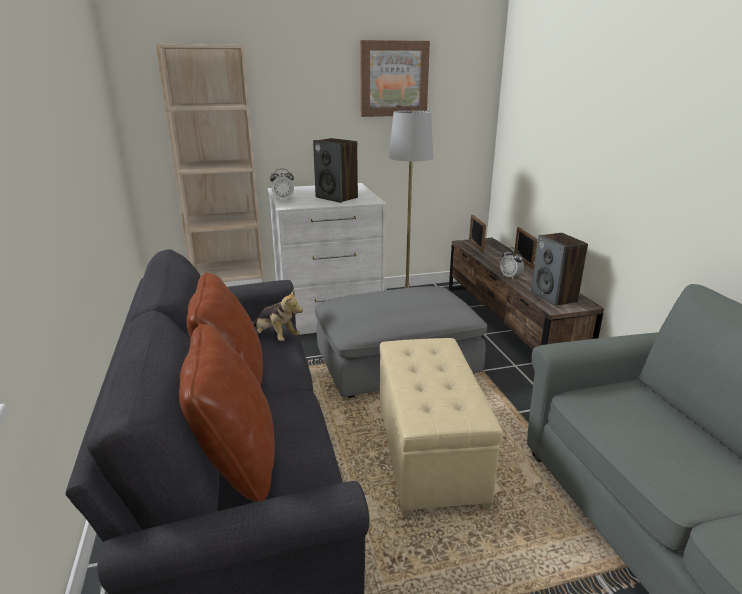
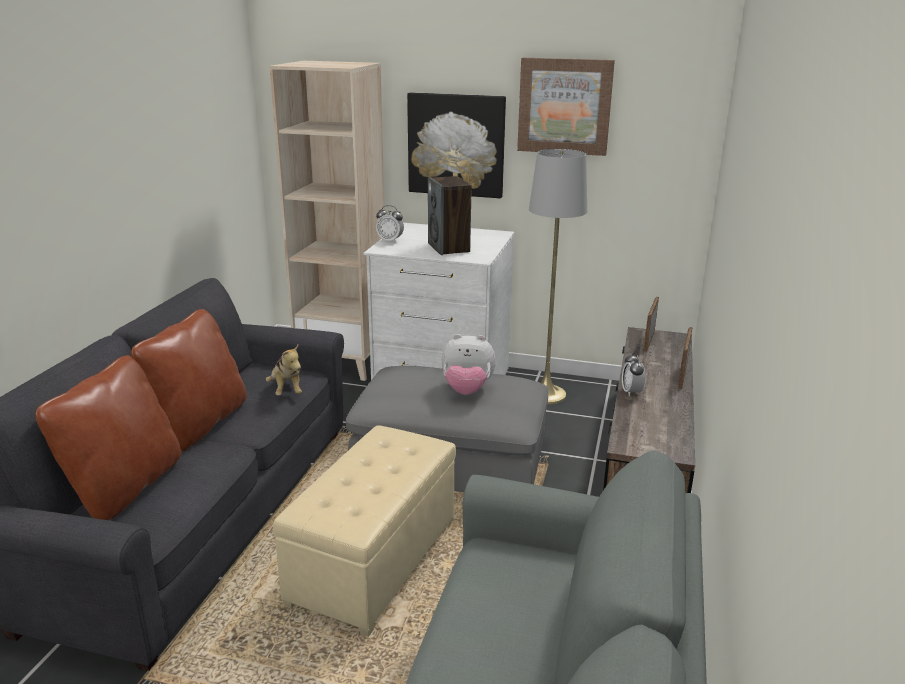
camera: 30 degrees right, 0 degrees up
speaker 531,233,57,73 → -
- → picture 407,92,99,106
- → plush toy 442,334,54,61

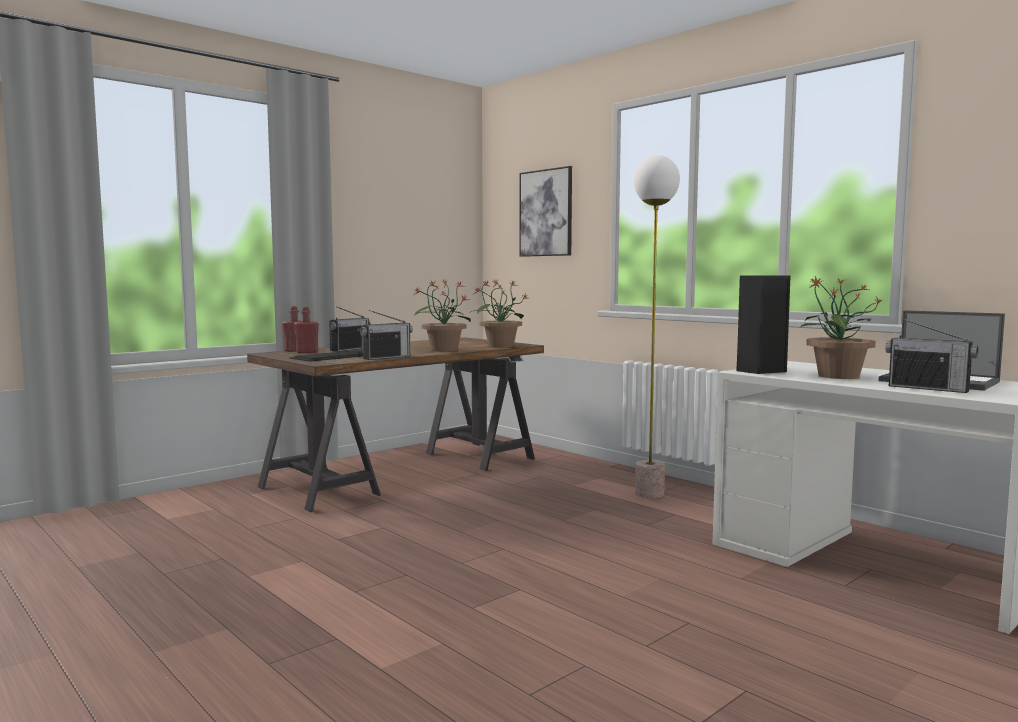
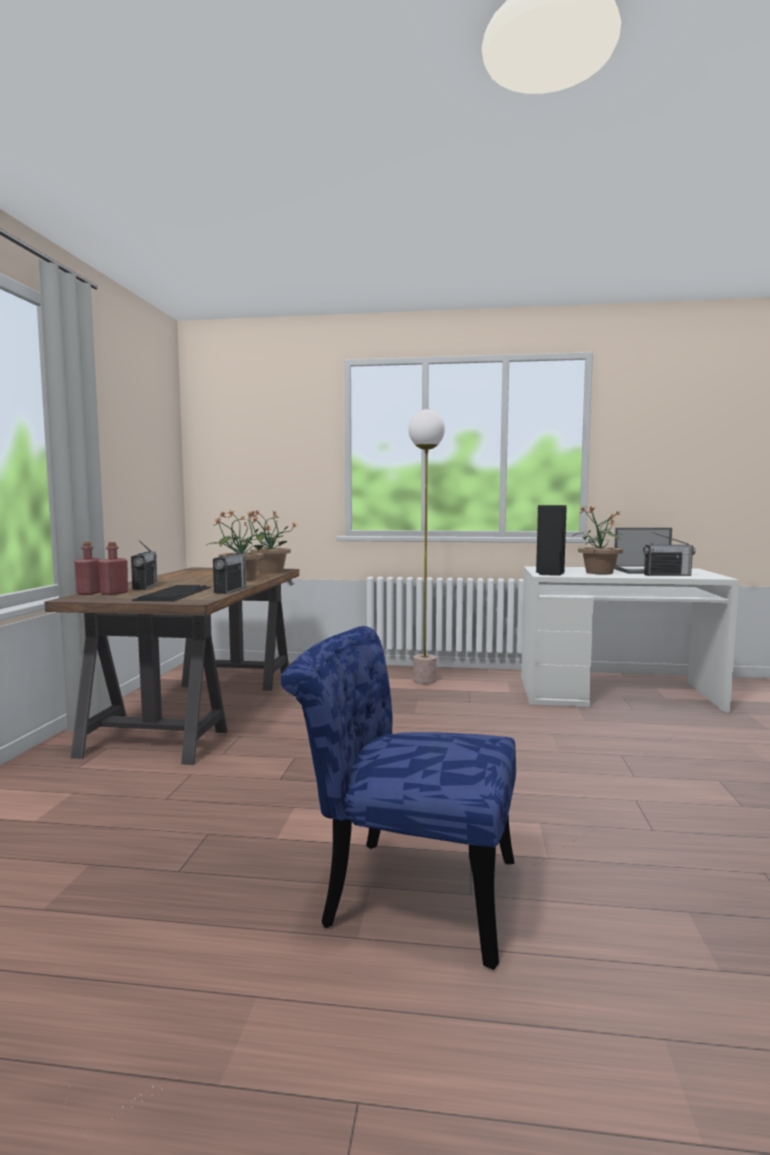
camera: 40 degrees left, 0 degrees up
picture 519,166,53,91 → -
- → blue chair 281,626,235,344

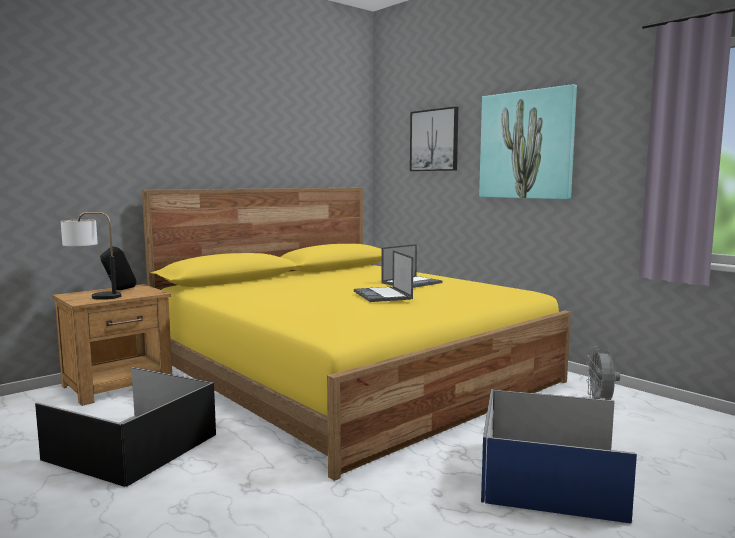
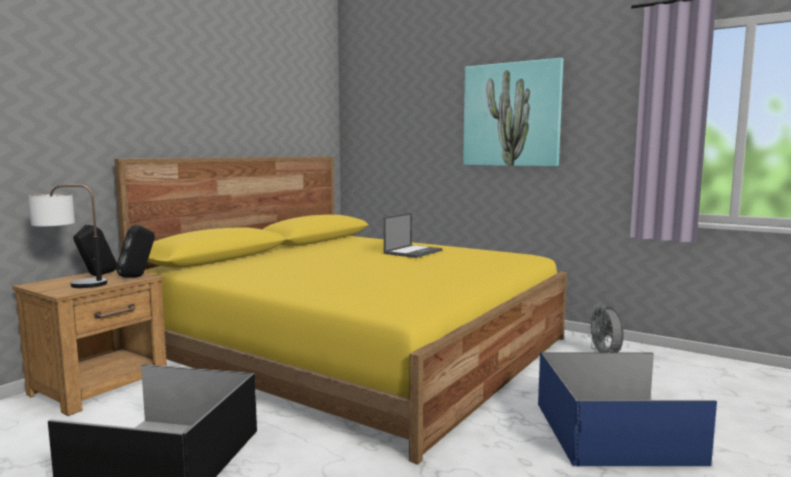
camera: 15 degrees left, 0 degrees up
laptop 354,250,59,52 → -
picture 410,107,48,64 → -
- → black speaker 116,225,39,53

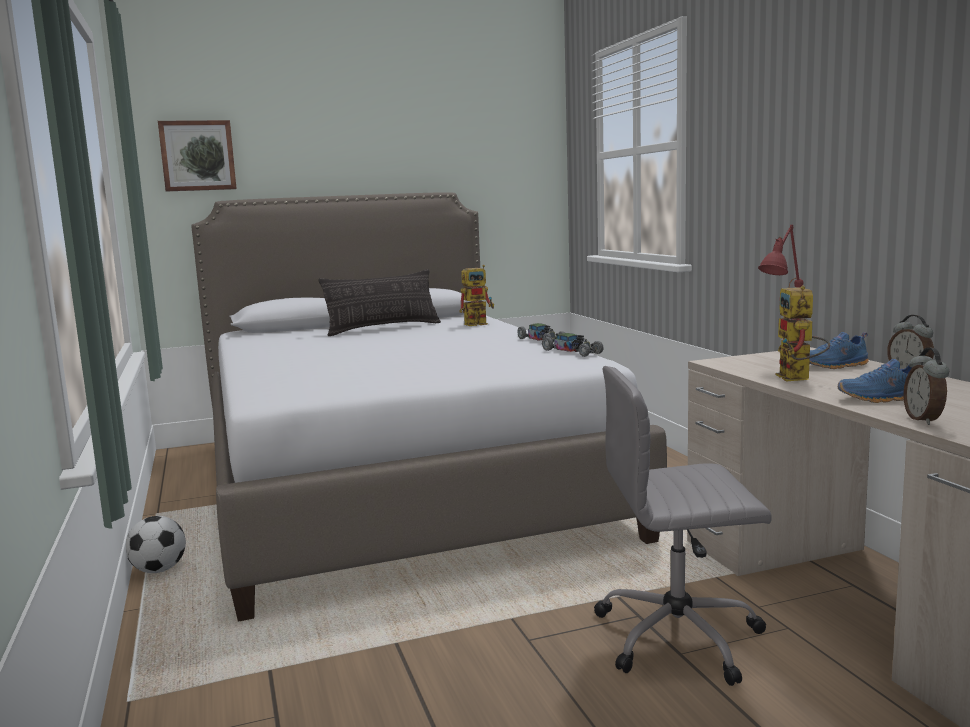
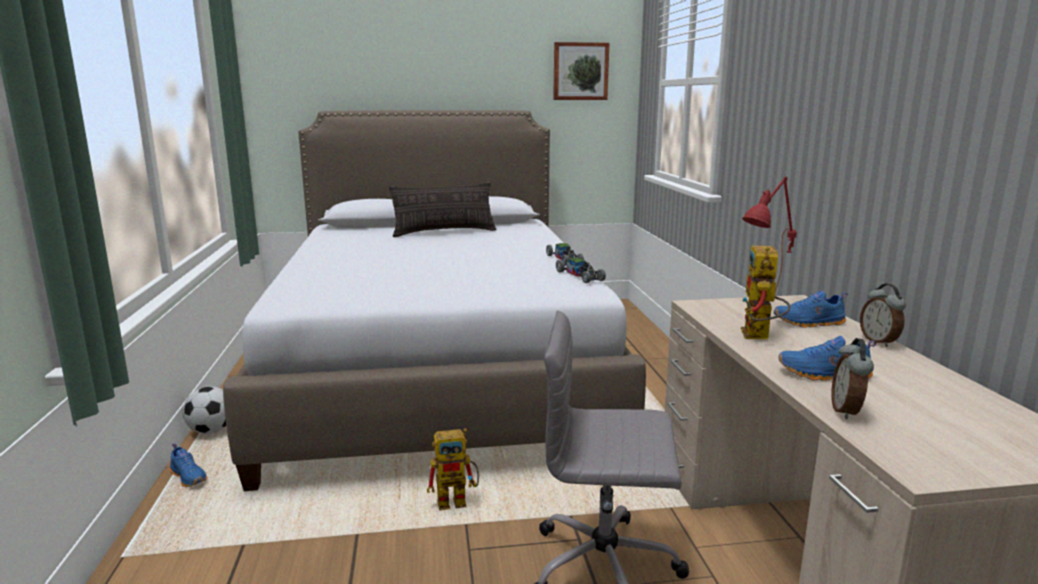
camera: 10 degrees right, 5 degrees up
- → blue shoe 170,443,37,44
picture 158,120,79,72 → picture 553,42,56,58, move
toy robot 459,265,35,61 → toy robot 427,428,52,83, move

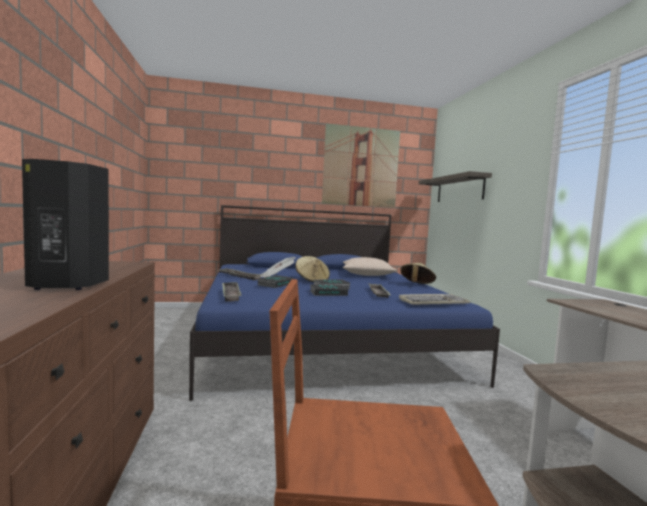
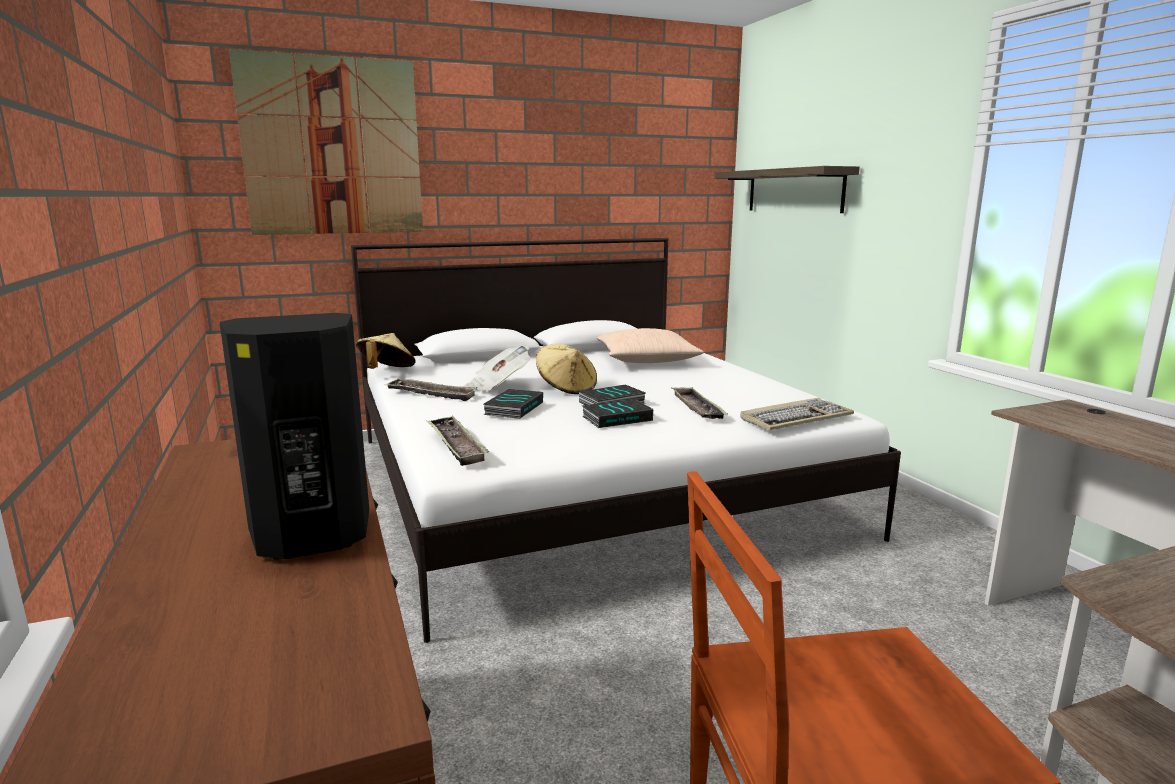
camera: 10 degrees left, 10 degrees up
picture 322,124,78,84 → picture 229,49,194,186, move
beige hat 400,263,36,21 → beige hat 356,333,60,36, move
blue bed 189,205,311,196 → white bed 351,238,550,405

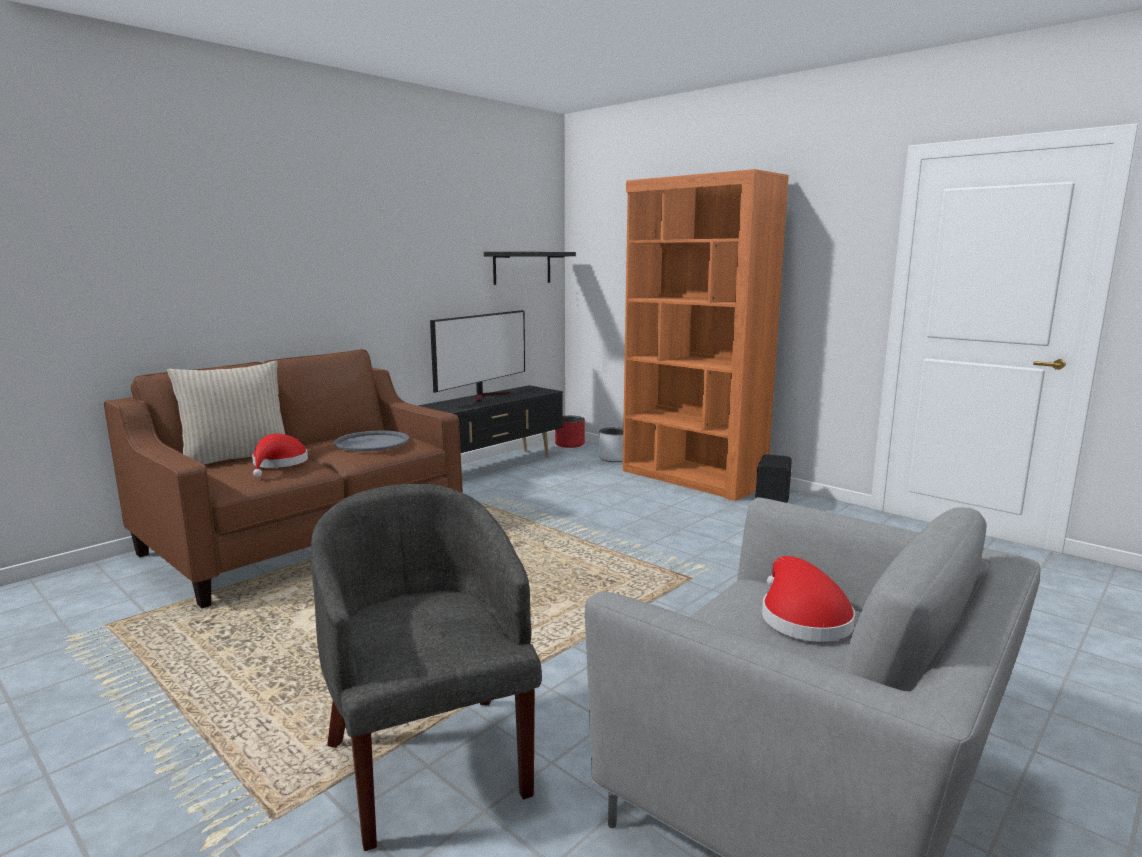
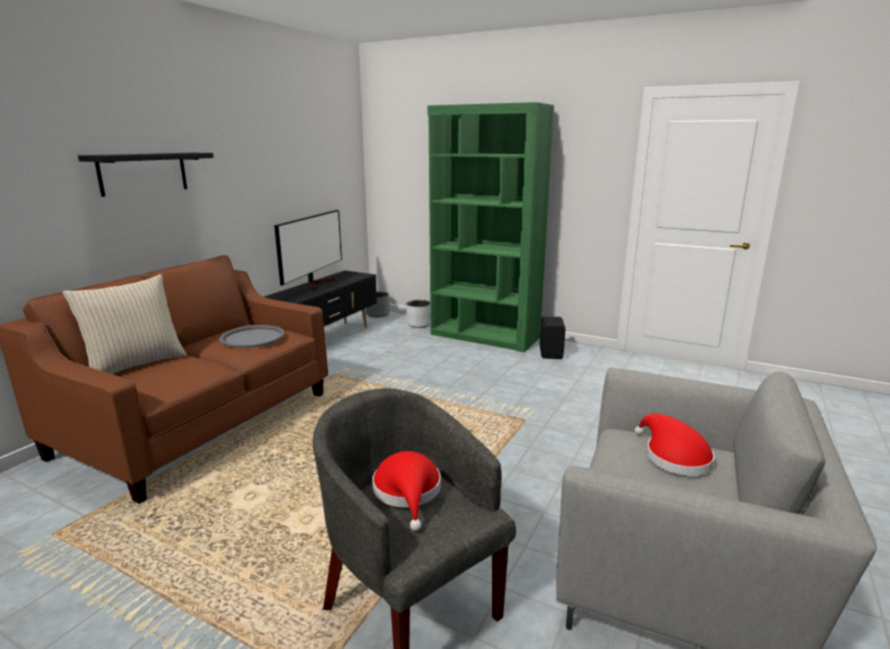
camera: 15 degrees left, 5 degrees up
red hat 252,434,56,43 → red hat 372,451,69,80, move
black shelf 484,252,92,33 → black shelf 78,153,136,44, move
red planter 555,416,30,32 → grey planter 366,291,24,27
orange bookcase 623,169,166,332 → green bookcase 427,102,127,251

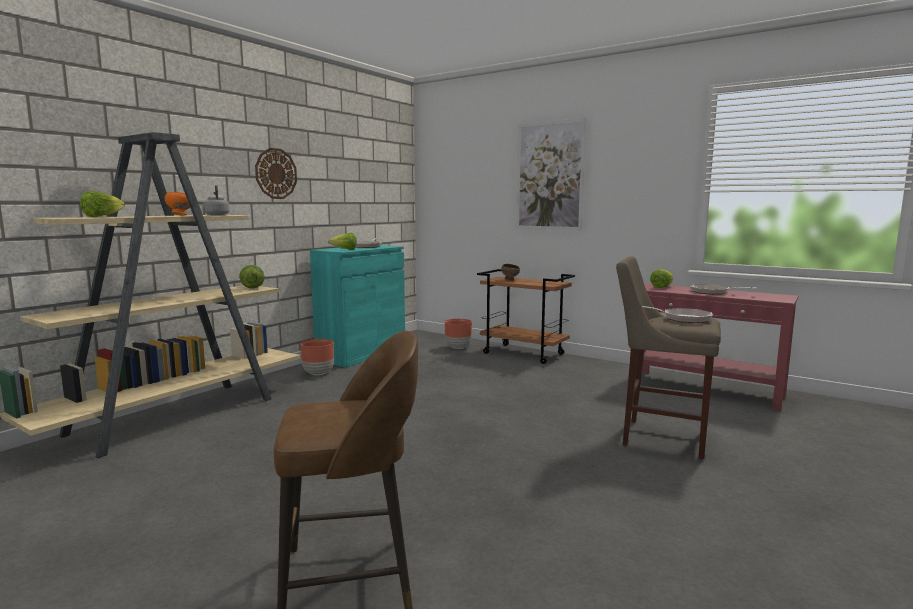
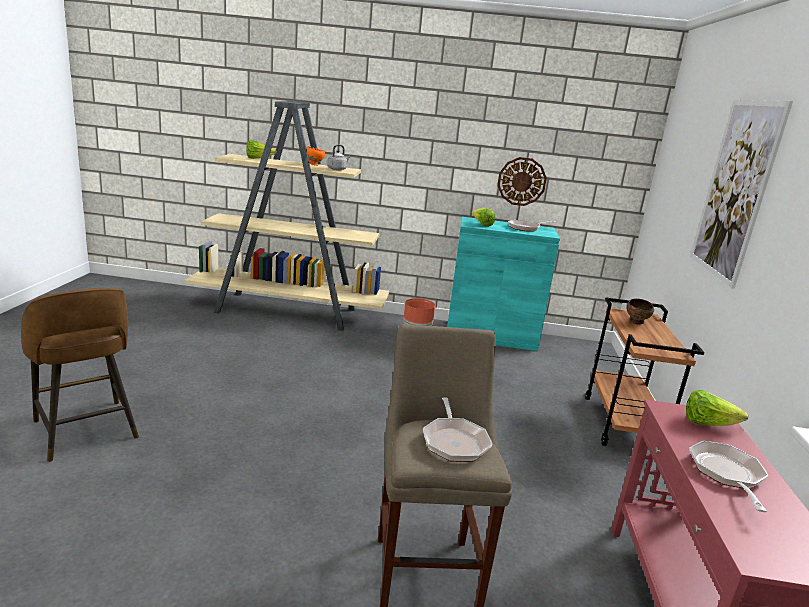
camera: 60 degrees right, 10 degrees up
lettuce 239,265,26,24 → -
brown planter 445,319,27,30 → -
wall clock 255,148,42,51 → wall clock 497,157,50,49, move

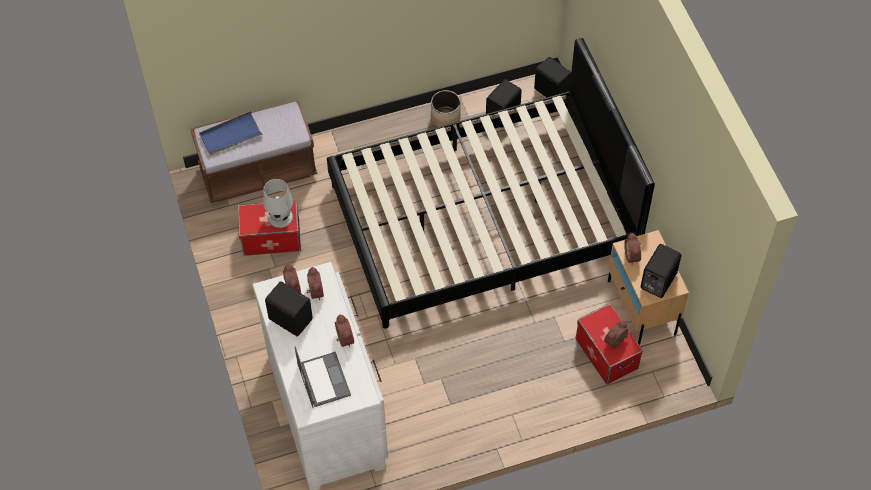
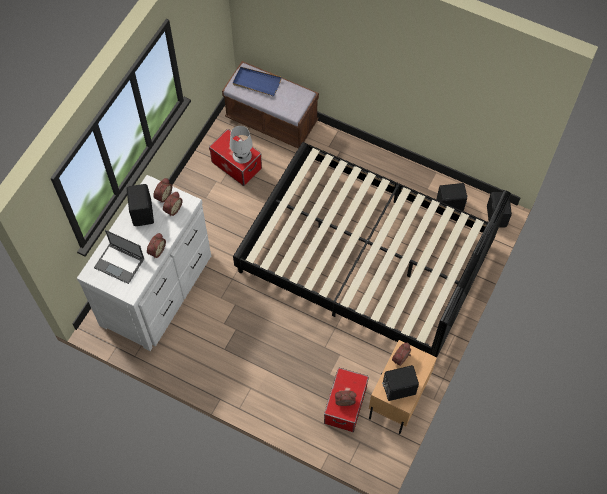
camera: 45 degrees right, 5 degrees up
planter 431,90,30,37 → -
laptop 295,346,56,62 → laptop 94,230,50,54, 90 degrees clockwise

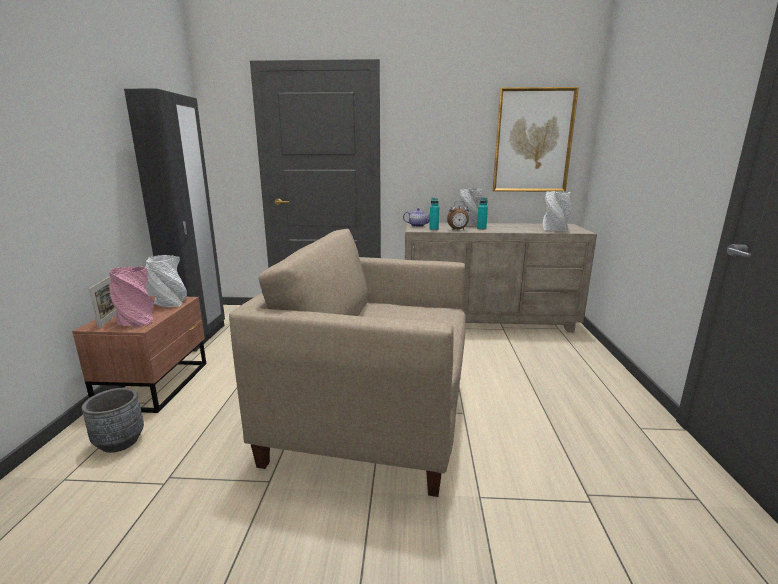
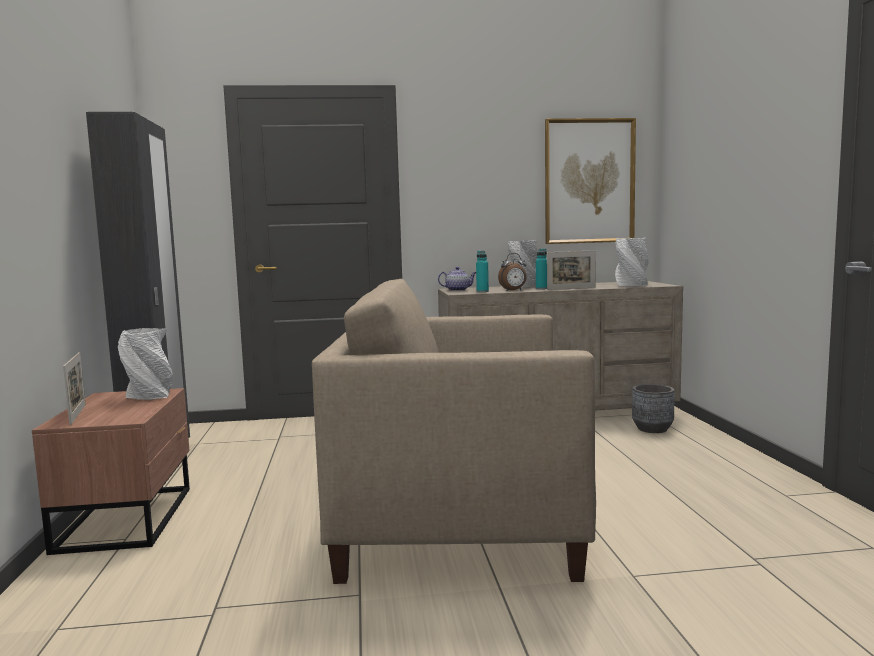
camera: 10 degrees left, 10 degrees down
pink vase 109,267,45,60 → -
- → picture frame 547,250,49,40
grey planter 82,388,62,65 → grey planter 632,384,43,49, move

